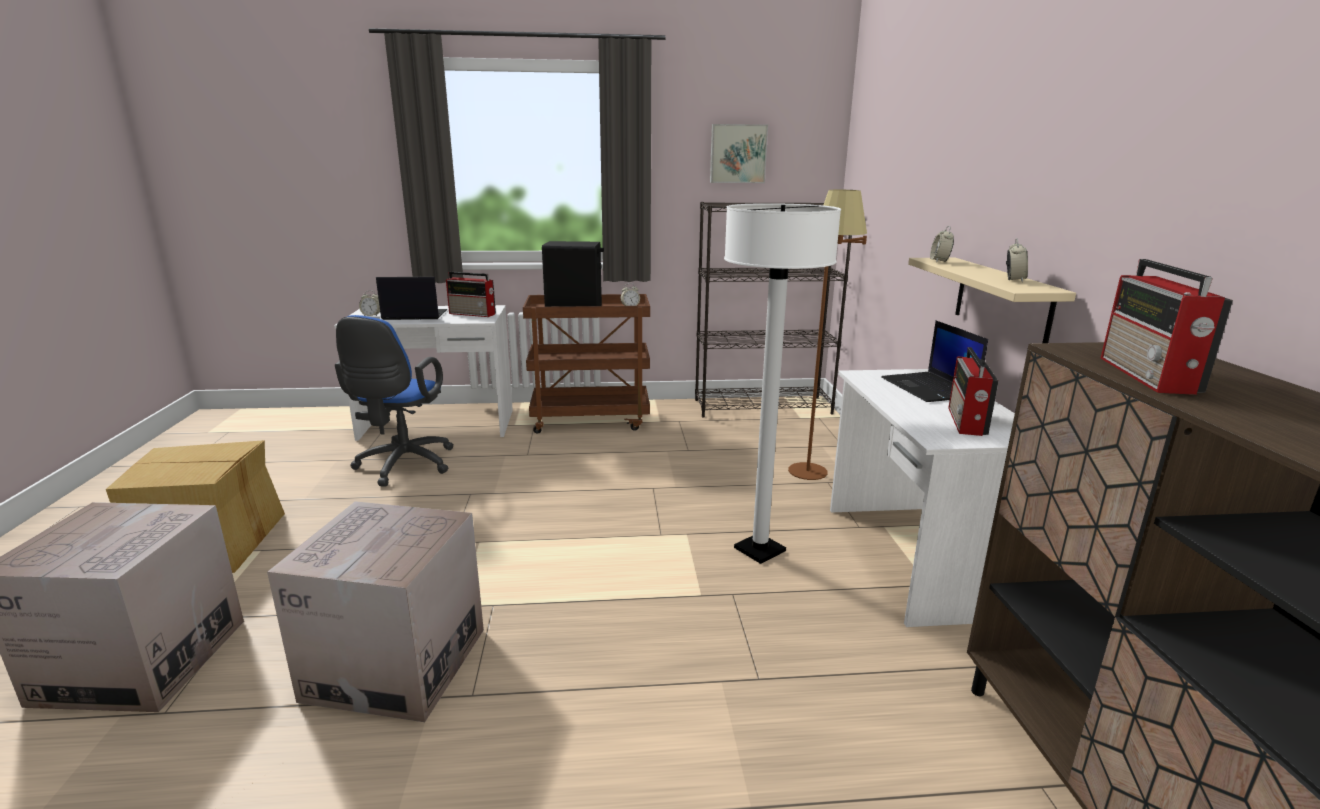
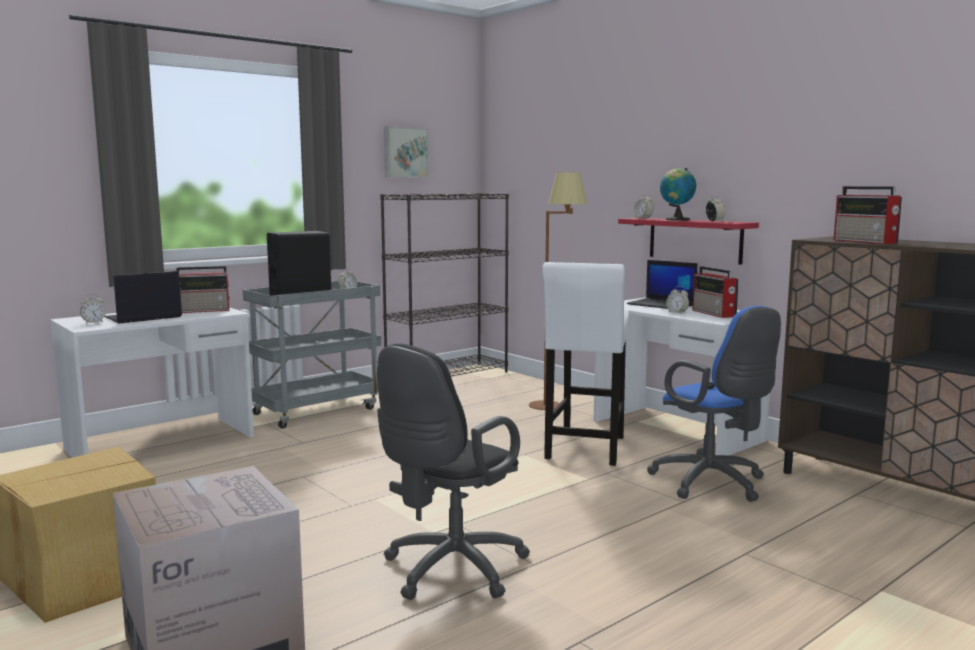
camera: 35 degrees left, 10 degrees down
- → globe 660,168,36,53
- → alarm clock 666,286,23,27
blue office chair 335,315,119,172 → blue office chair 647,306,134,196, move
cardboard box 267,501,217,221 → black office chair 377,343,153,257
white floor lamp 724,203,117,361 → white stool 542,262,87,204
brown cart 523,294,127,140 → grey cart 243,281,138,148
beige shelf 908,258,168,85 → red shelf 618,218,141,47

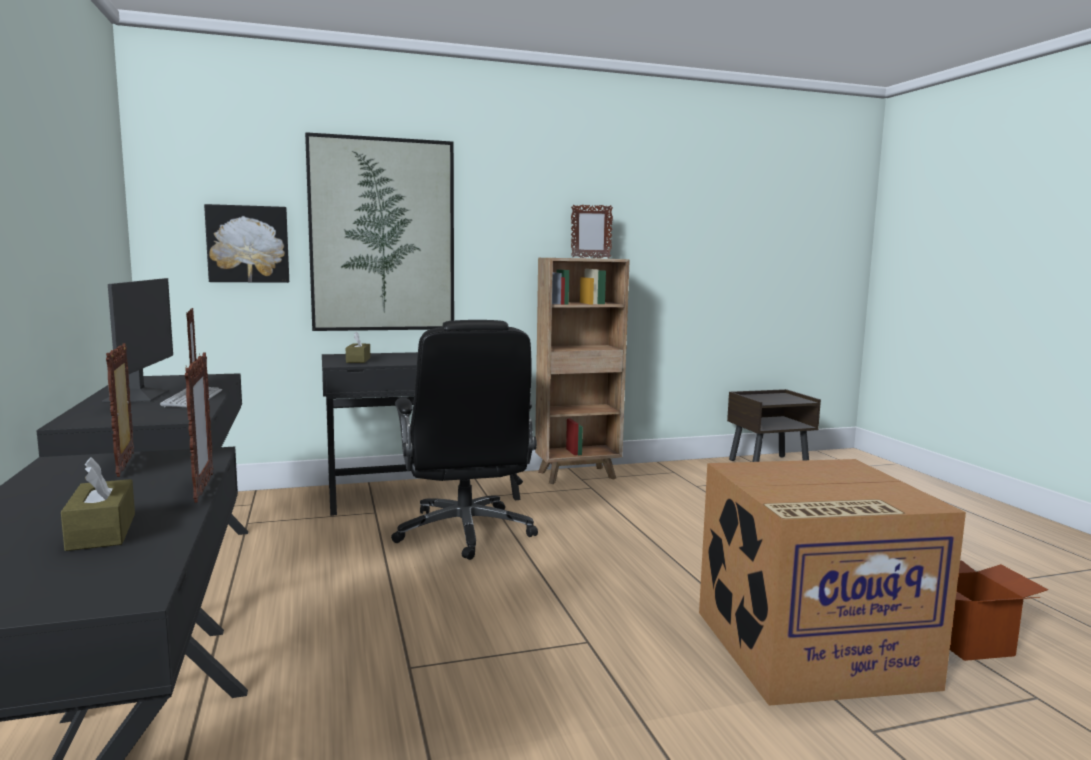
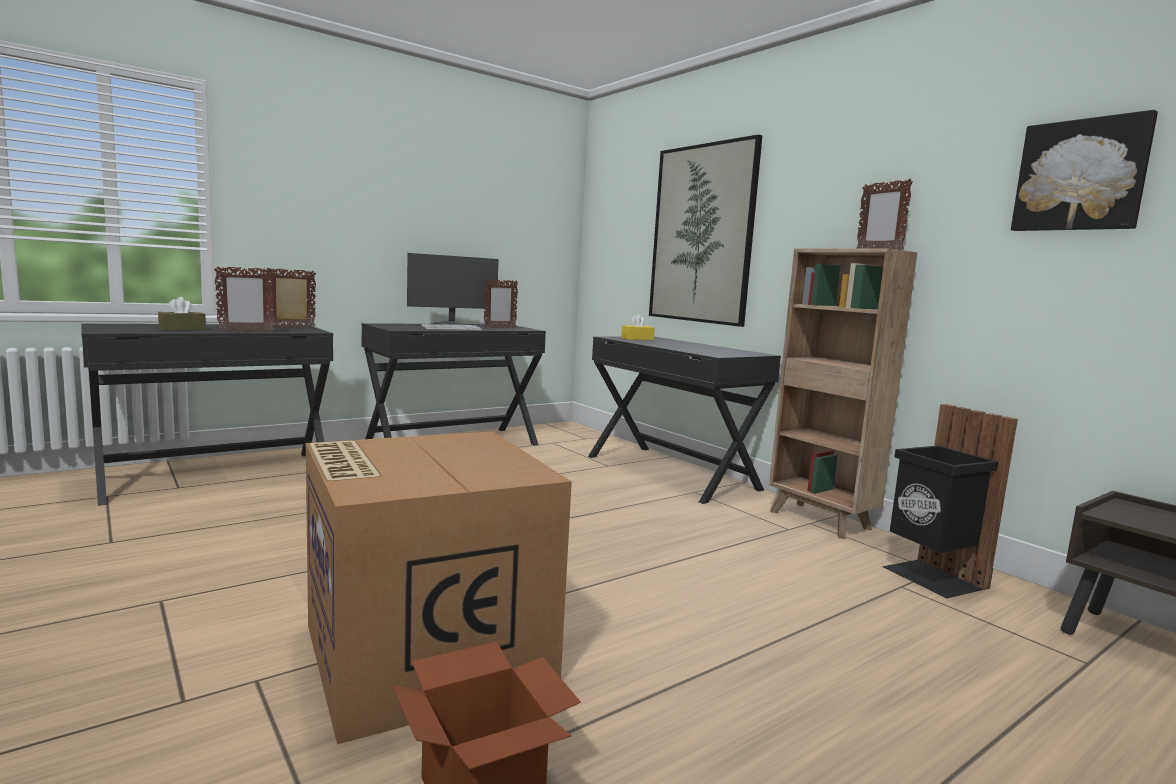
camera: 70 degrees right, 0 degrees up
black office chair 391,320,147,240 → -
- → black trash can 882,404,136,194
picture 204,204,85,79 → picture 1011,110,147,121, move
brown tissue box 346,331,24,32 → yellow tissue box 621,314,34,26

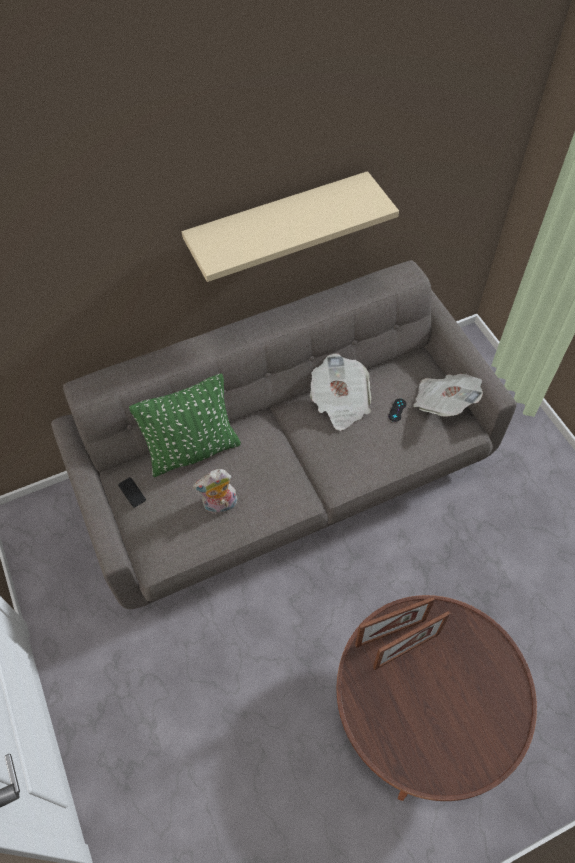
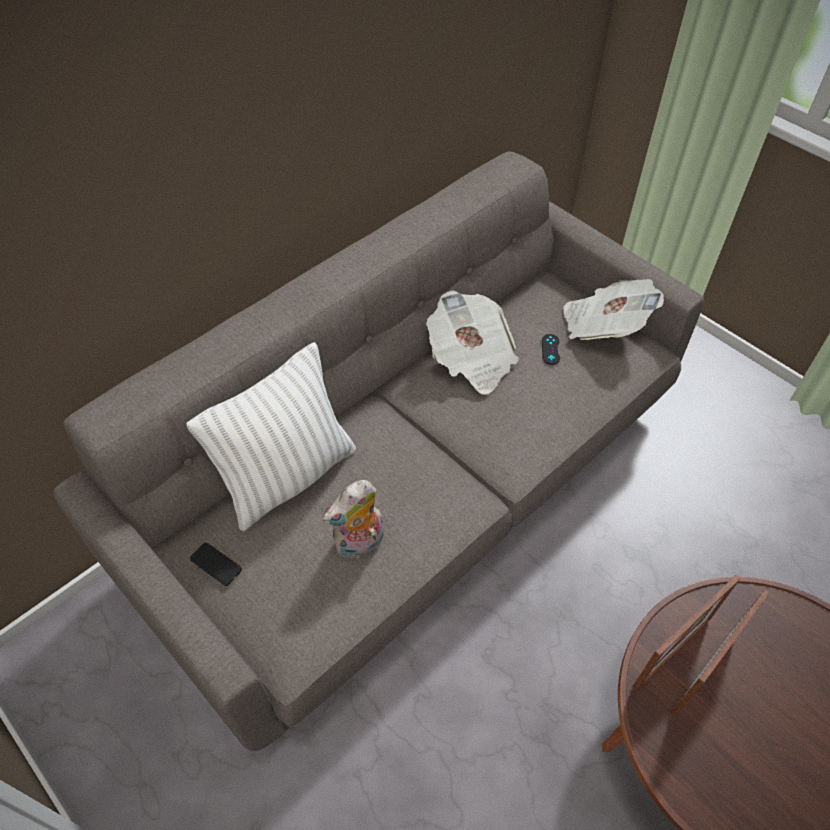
camera: 20 degrees left, 5 degrees down
beige shelf 182,171,217,111 → -
green pillow 129,373,112,104 → white pillow 186,342,170,190

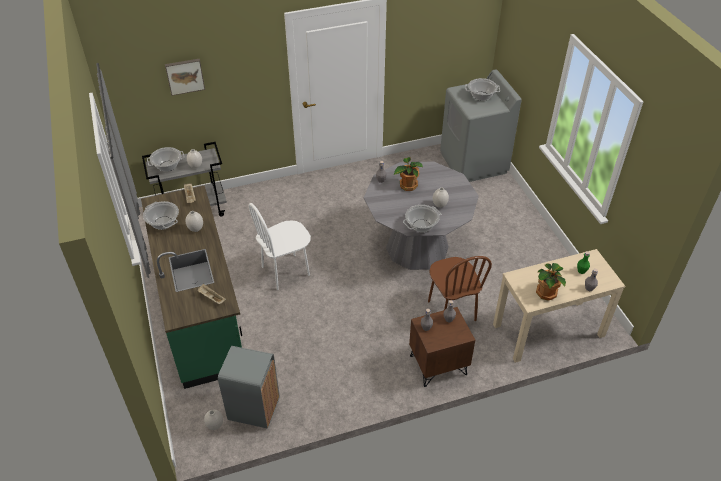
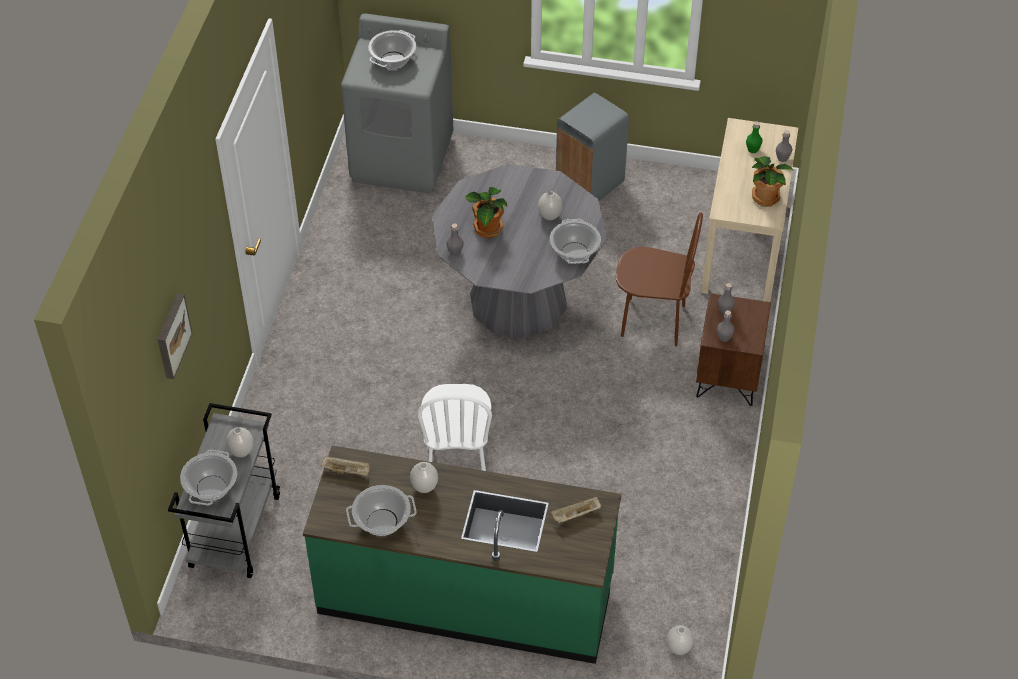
camera: 60 degrees left, 5 degrees up
grey trash can 218,346,61,83 → grey trash can 556,93,73,107, move

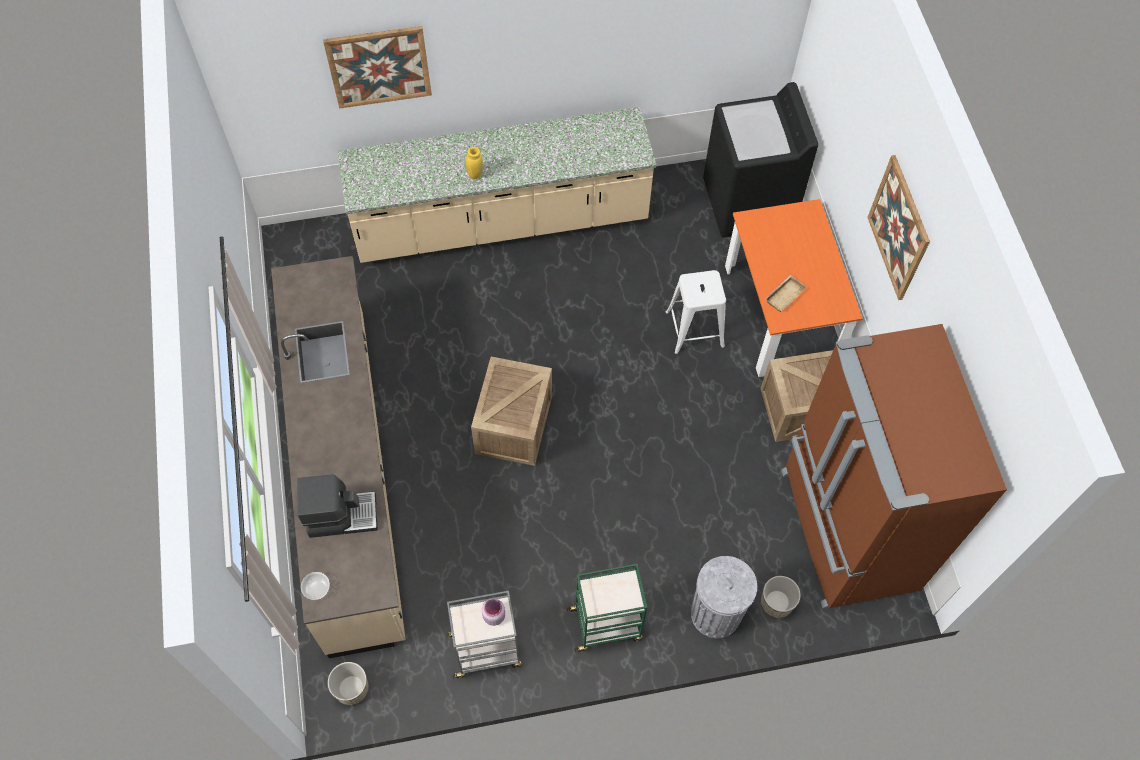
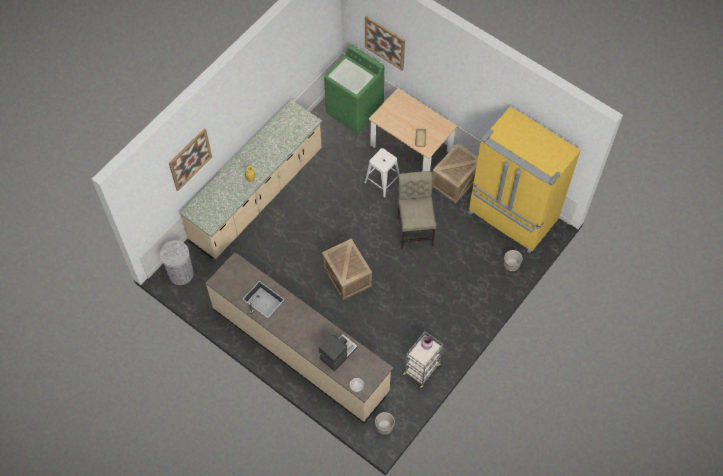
camera: 40 degrees left, 0 degrees up
green cart 567,564,80,88 → -
- → beige chair 397,171,39,78
grey trash can 691,556,66,82 → grey trash can 160,240,34,45, move
picture 867,155,63,145 → picture 365,16,40,55, move
black washing machine 703,82,115,156 → green washing machine 324,44,60,90
orange dining table 725,199,138,178 → beige dining table 369,88,89,84
brown fridge 781,324,226,285 → yellow fridge 468,106,113,148

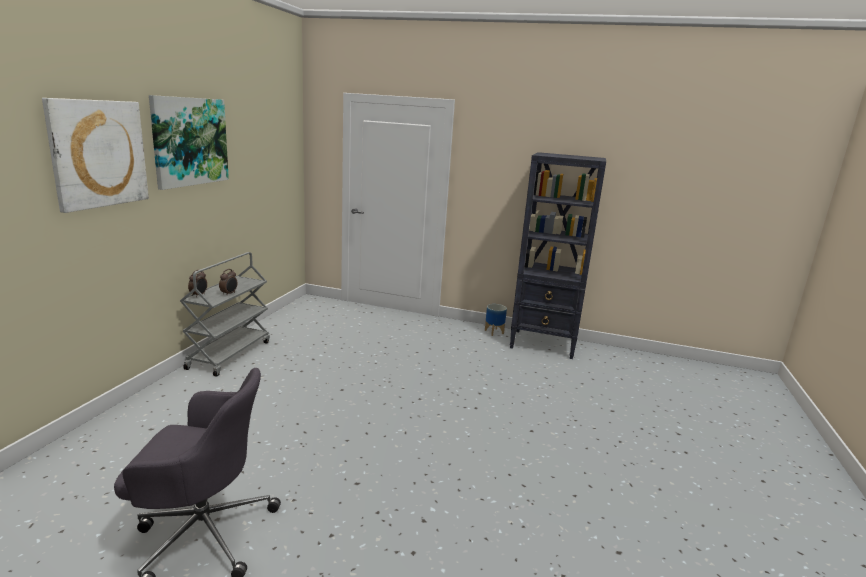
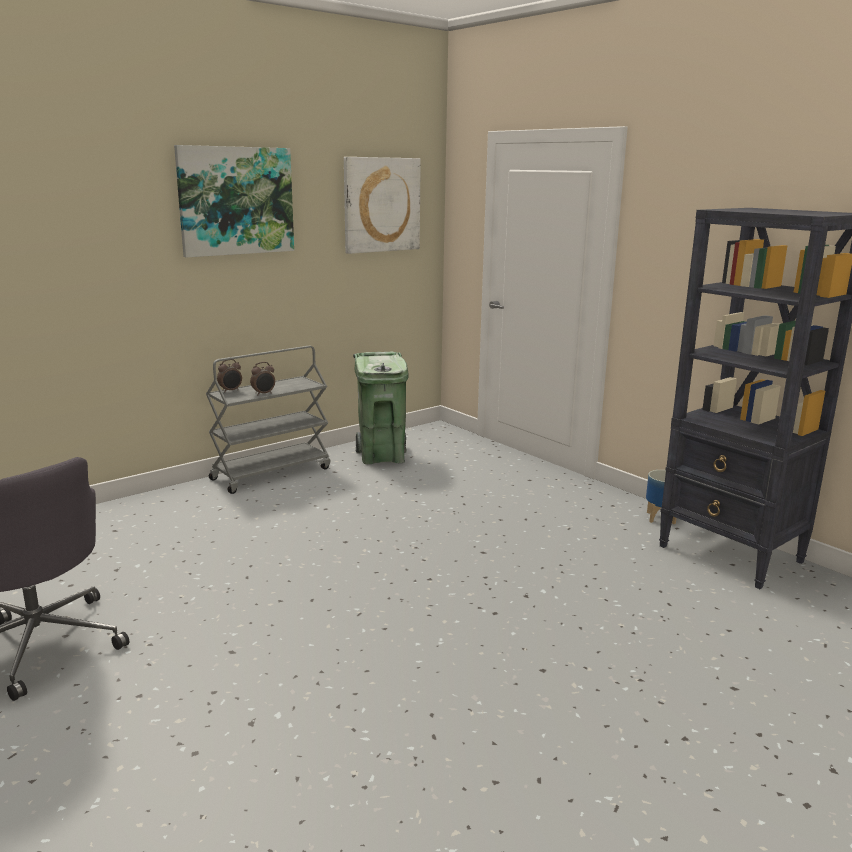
camera: 35 degrees right, 0 degrees up
- → green trash can 353,352,55,112
picture 42,98,107,115 → picture 344,157,77,97, move

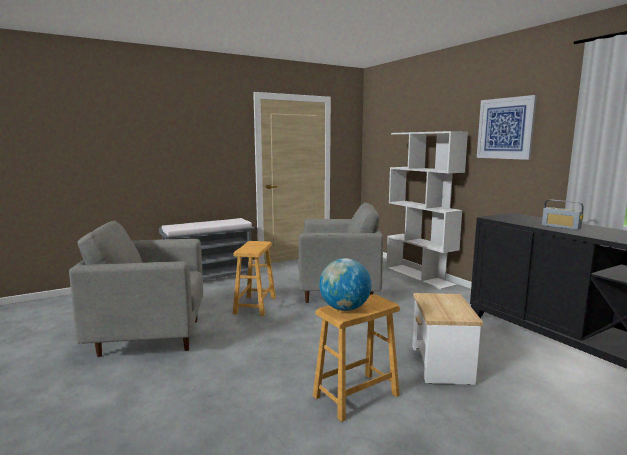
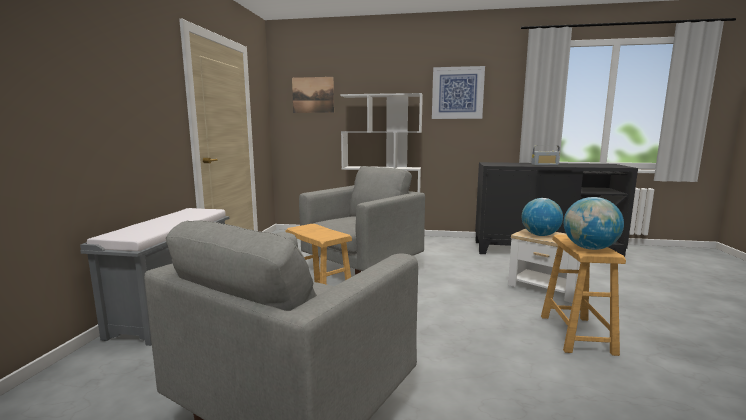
camera: 50 degrees left, 0 degrees up
- → picture 292,77,42,36
- → globe 522,198,41,38

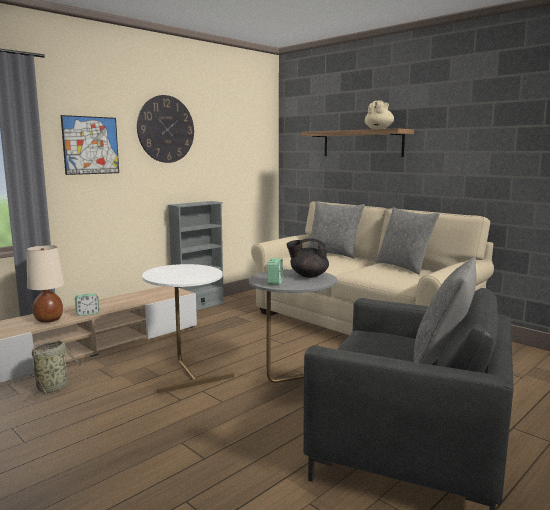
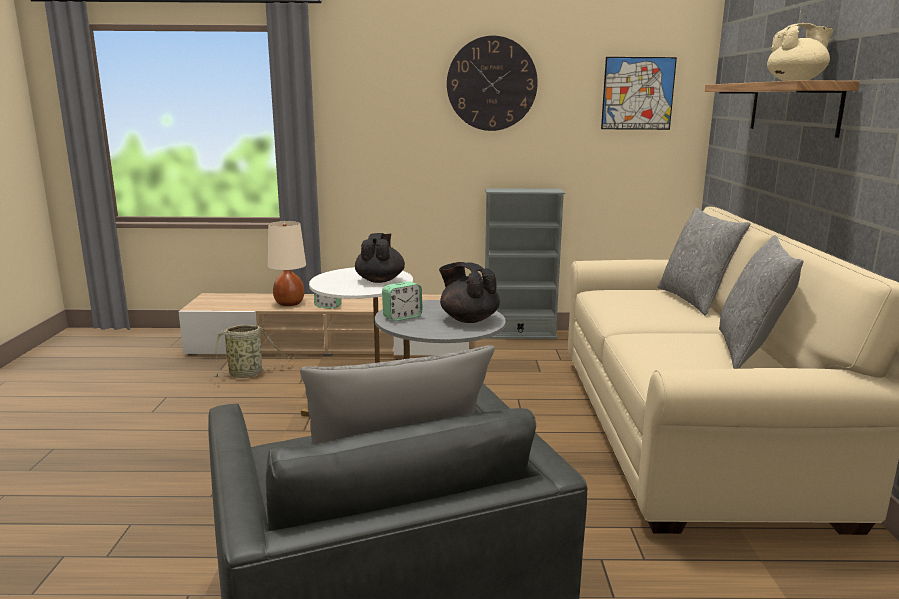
camera: 45 degrees right, 5 degrees up
- → black teapot 355,233,50,50
picture 61,115,58,60 → picture 601,57,76,73, move

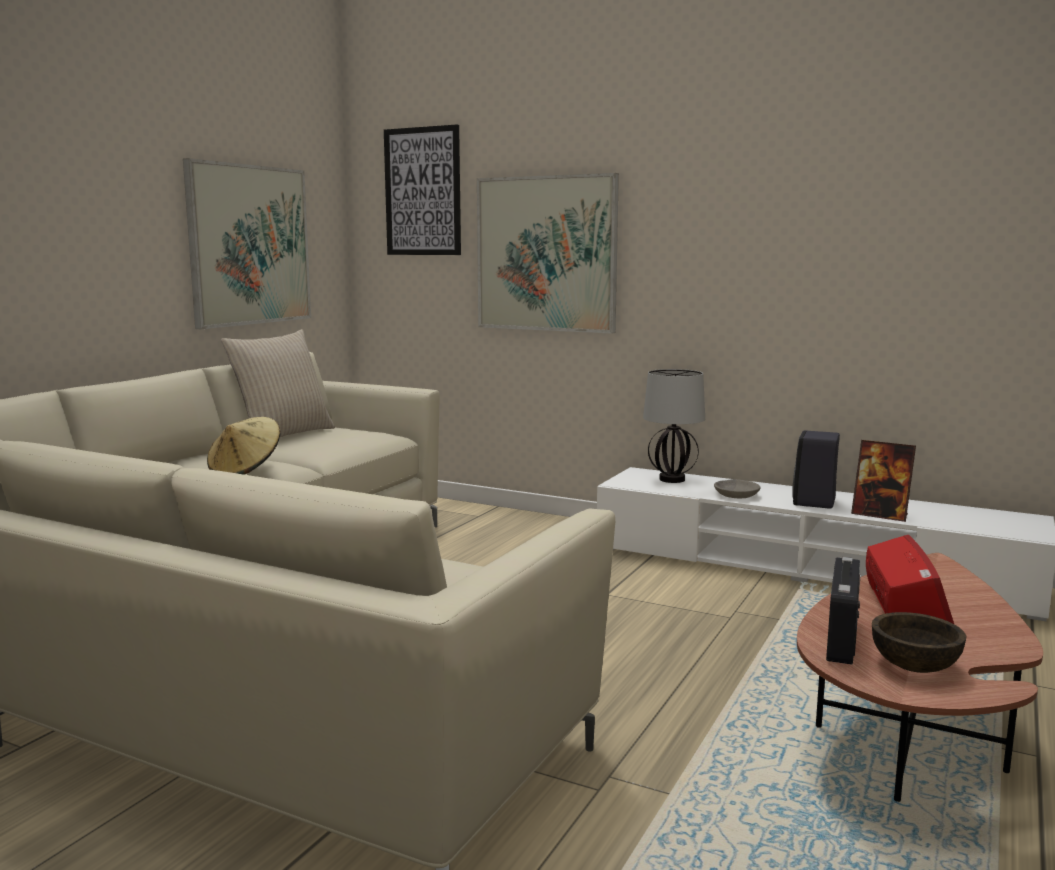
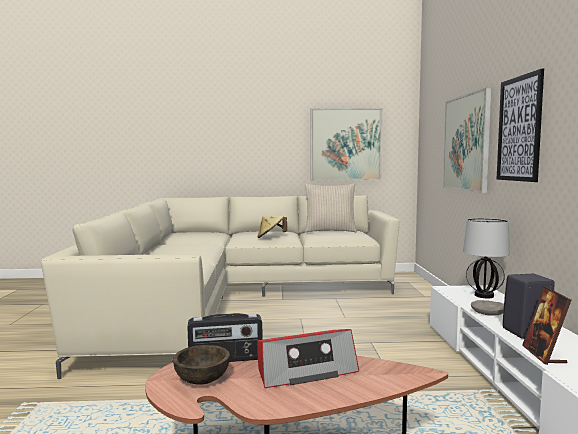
camera: 60 degrees right, 5 degrees down
picture 384,124,77,131 → picture 497,69,47,113, move

